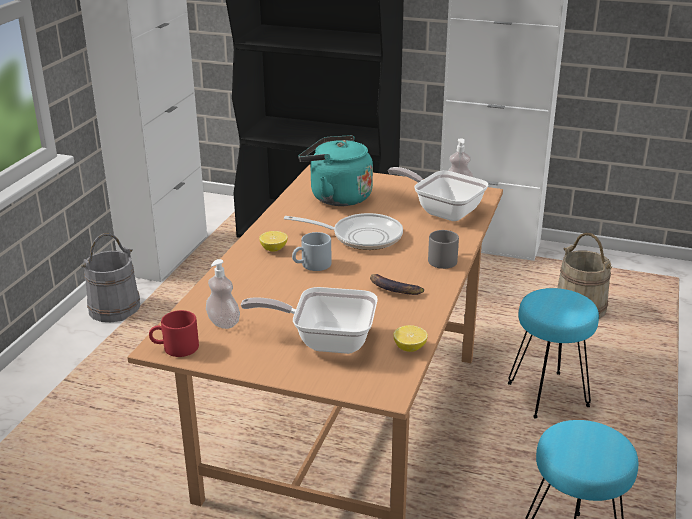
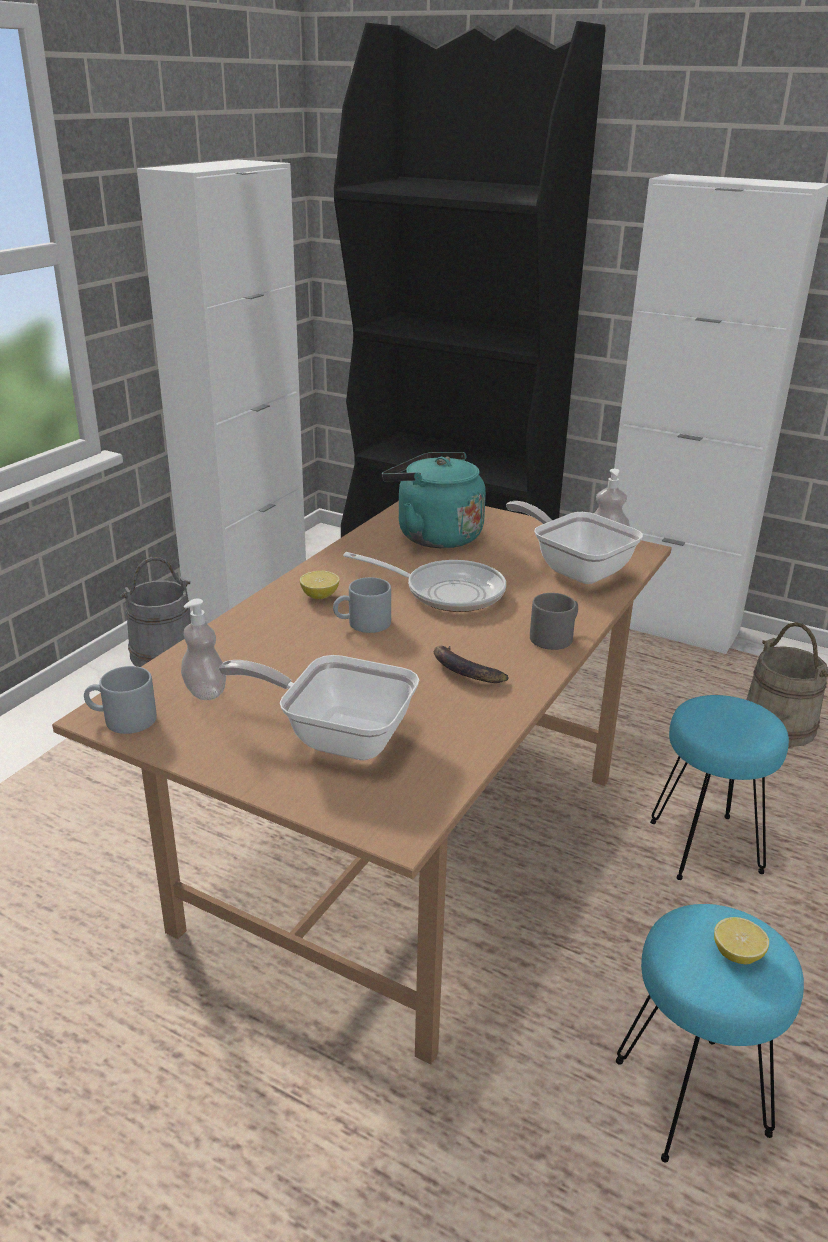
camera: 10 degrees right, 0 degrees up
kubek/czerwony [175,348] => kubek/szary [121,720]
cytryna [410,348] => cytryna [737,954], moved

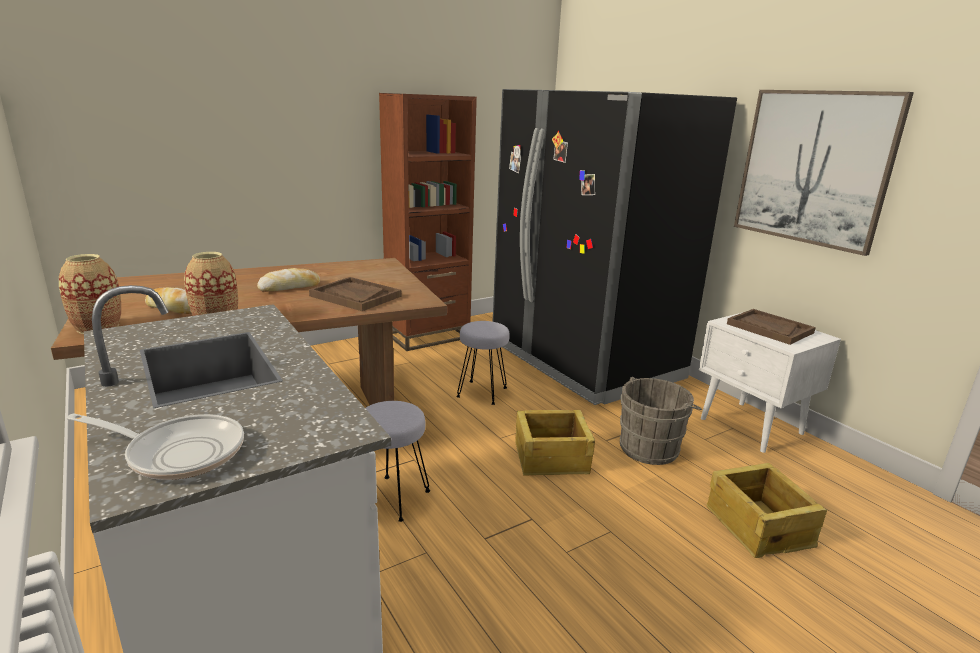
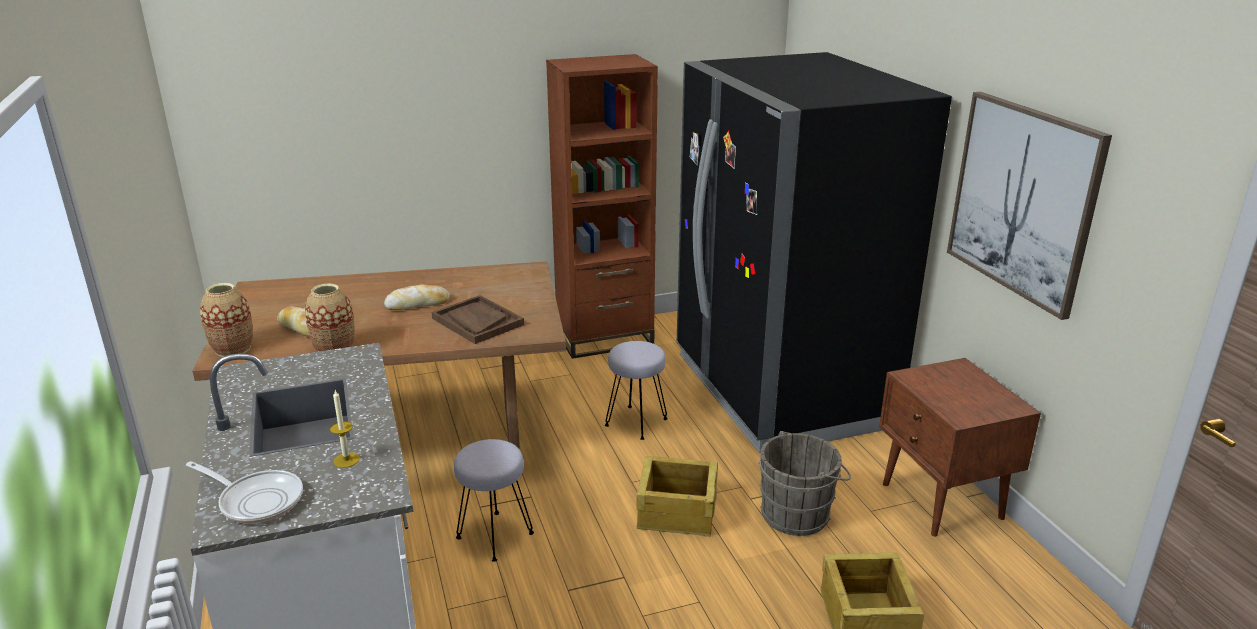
camera: 15 degrees right, 5 degrees up
nothing => świeca [346,460]
szafka nocna/biały [752,427] => szafka nocna/brązowy [942,502]
taca/brązowy [769,328] => nothing

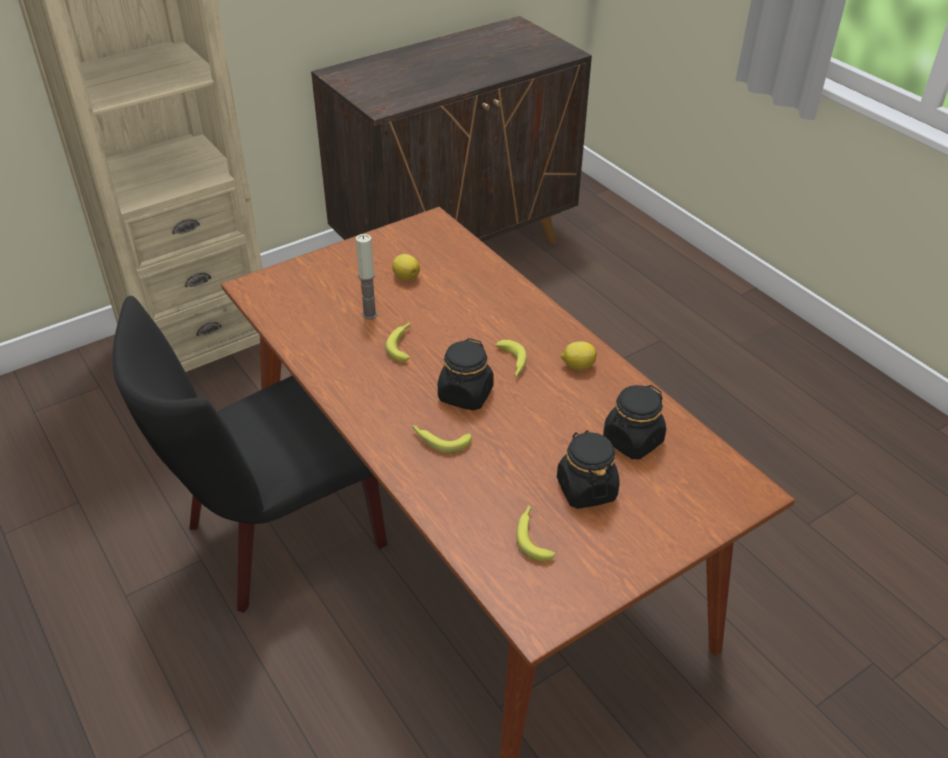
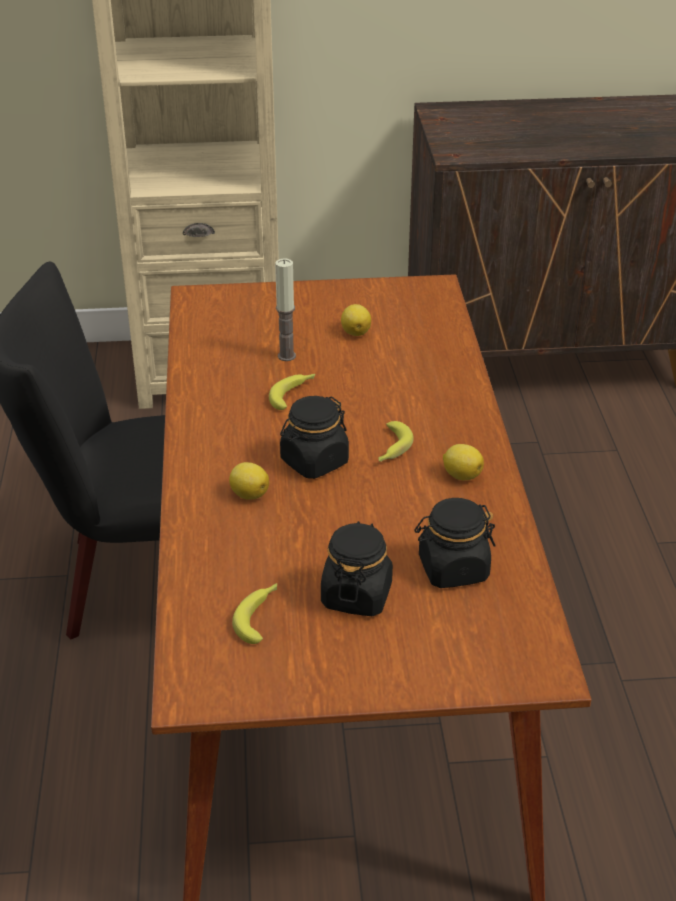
camera: 30 degrees right, 5 degrees down
banan [439,440] => cytryna [249,494]

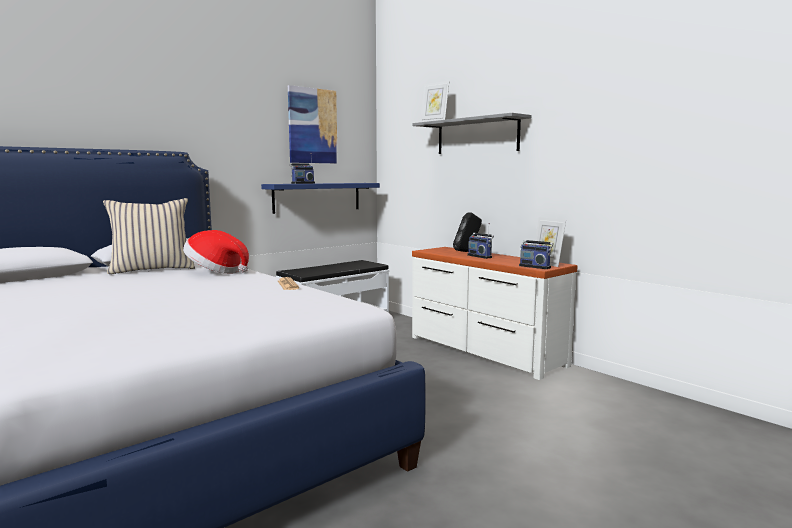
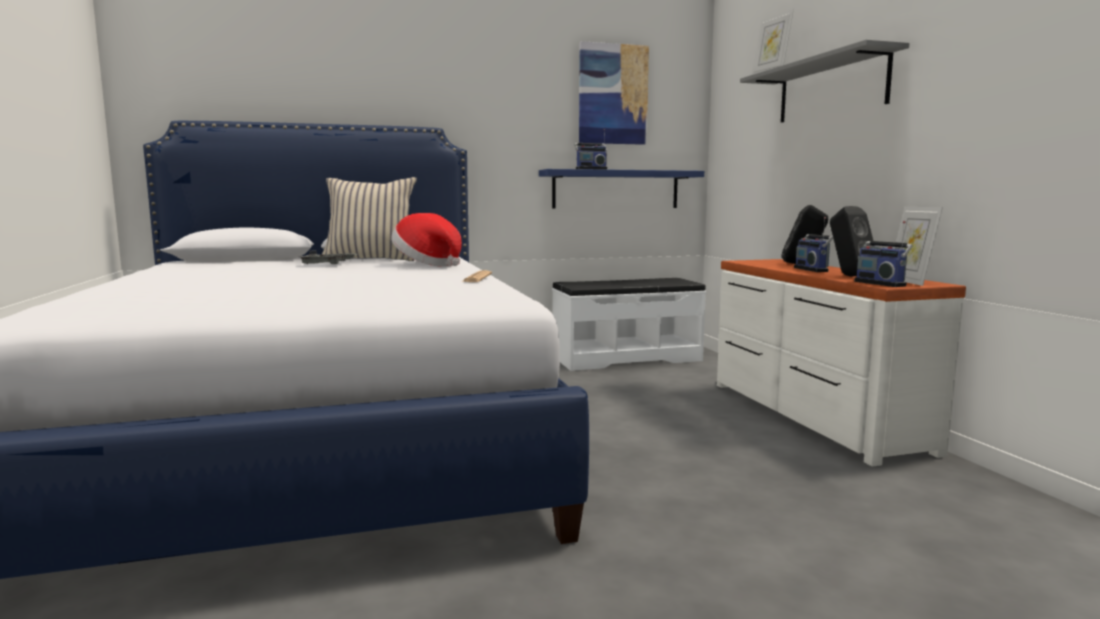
camera: 25 degrees right, 0 degrees up
nothing => taca/szary [327,265]
nothing => głośnik/czarny [848,276]

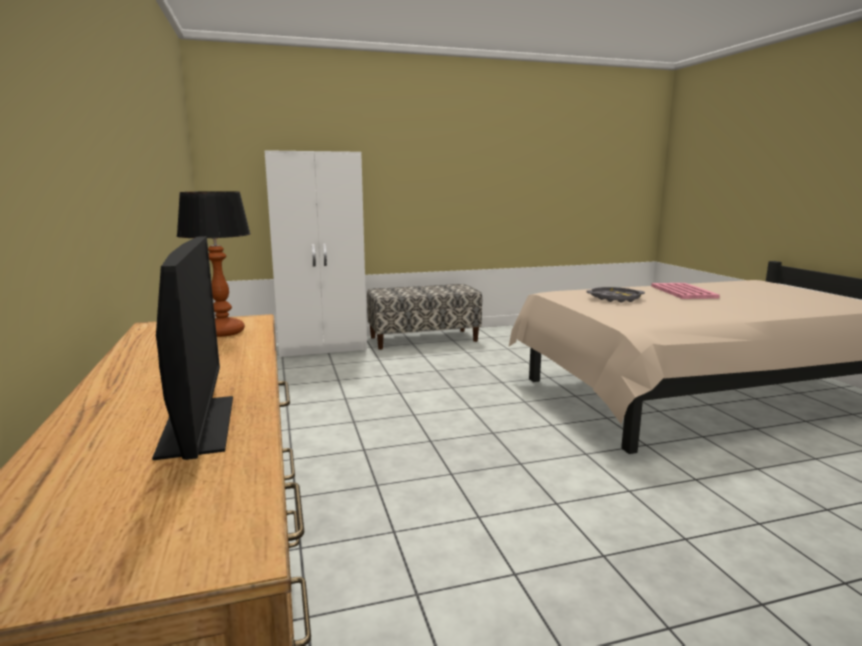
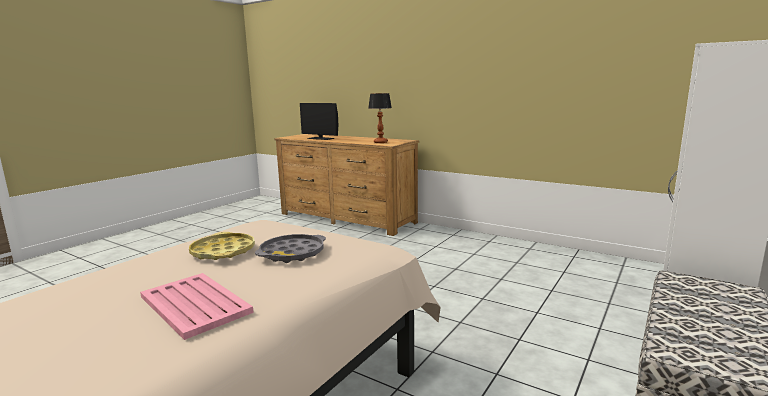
camera: 140 degrees right, 0 degrees up
nothing => taca/żółty [223,252]

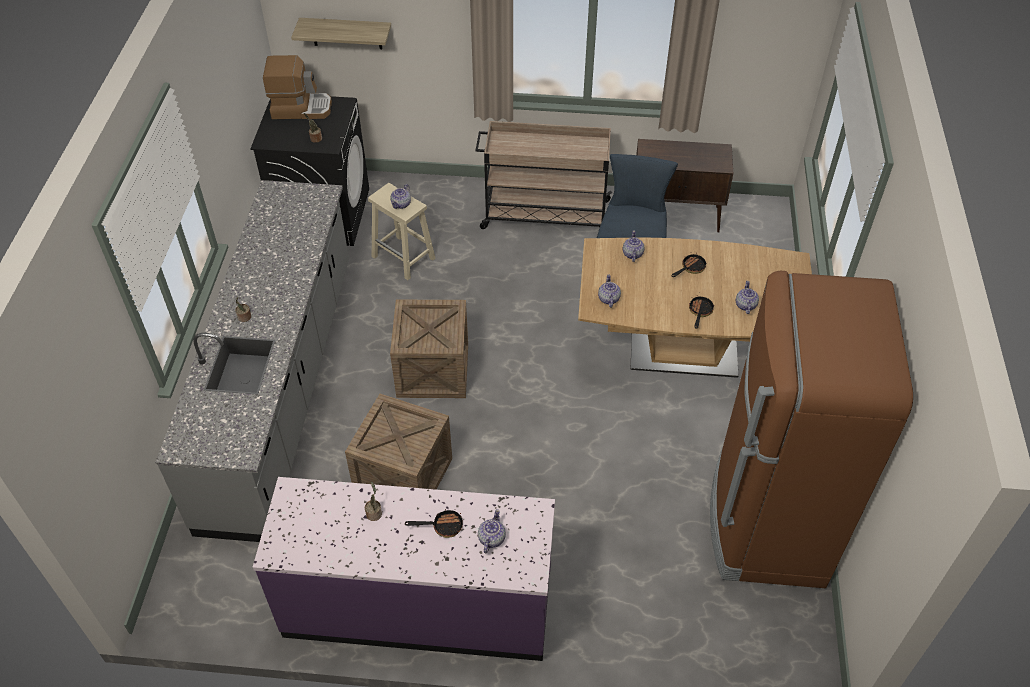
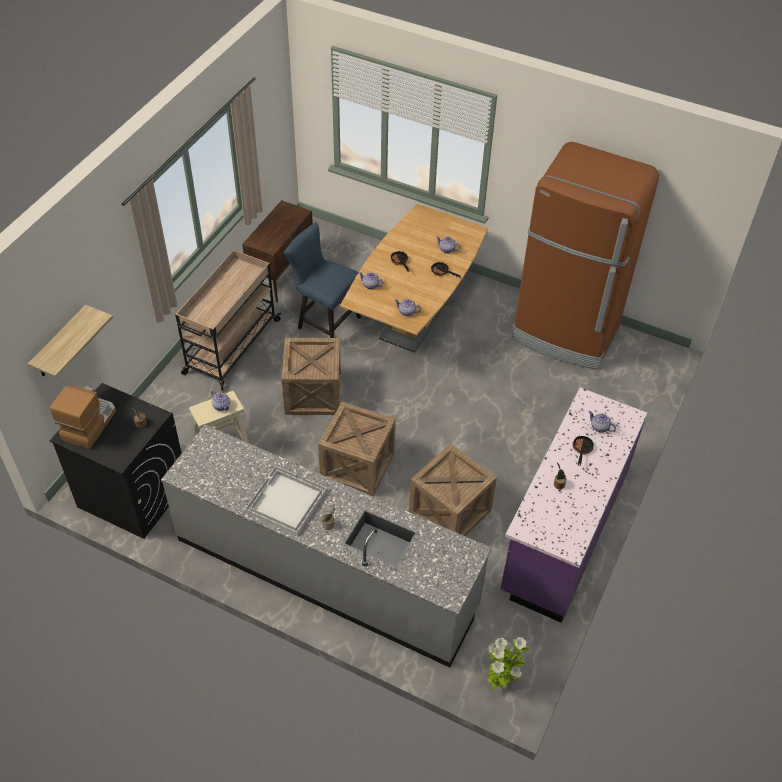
camera: 70 degrees left, 0 degrees up
nothing => taca/biały [285,501]
nothing => skrzynka [313,394]
nothing => roślina doniczkowa [500,682]

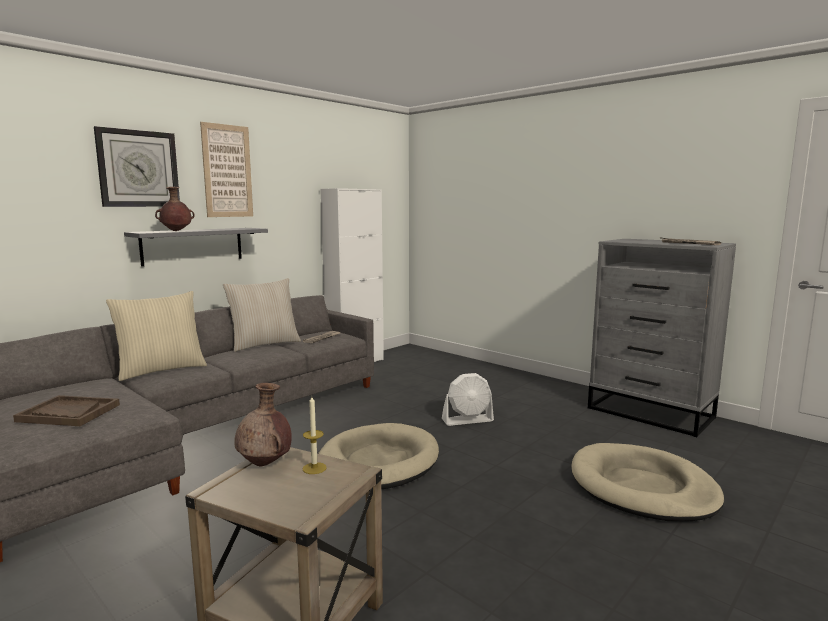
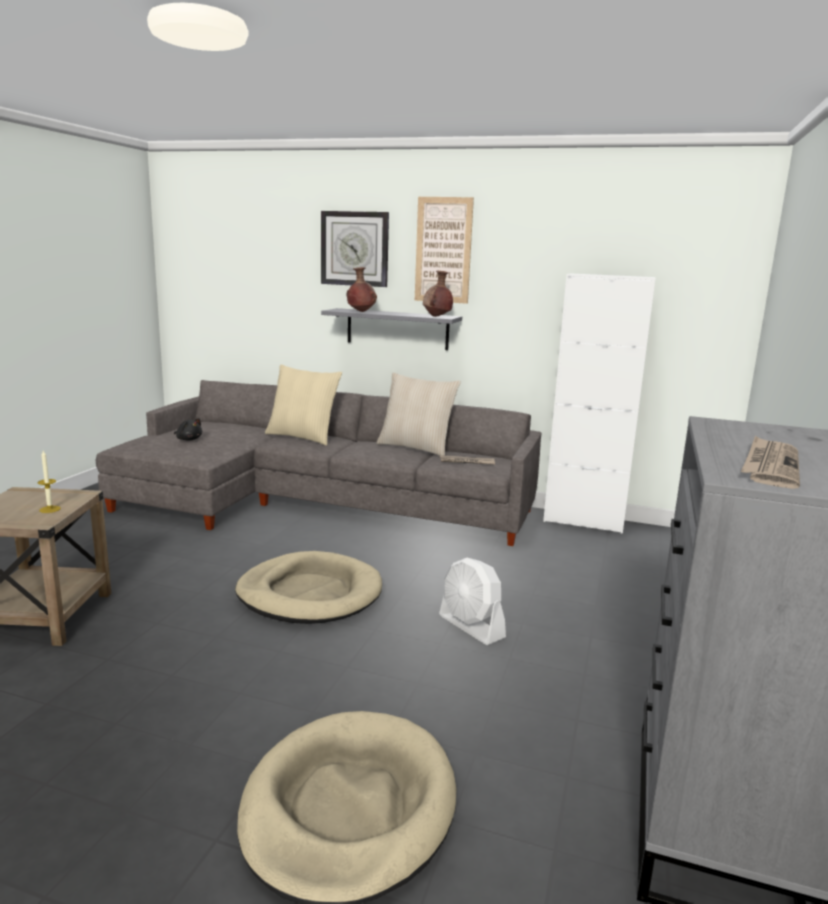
camera: 65 degrees right, 5 degrees up
taca/brązowy [68,413] => pluszak/czarny [188,439]
wazon/brązowy [265,463] => wazon/brązowy [437,316], moved

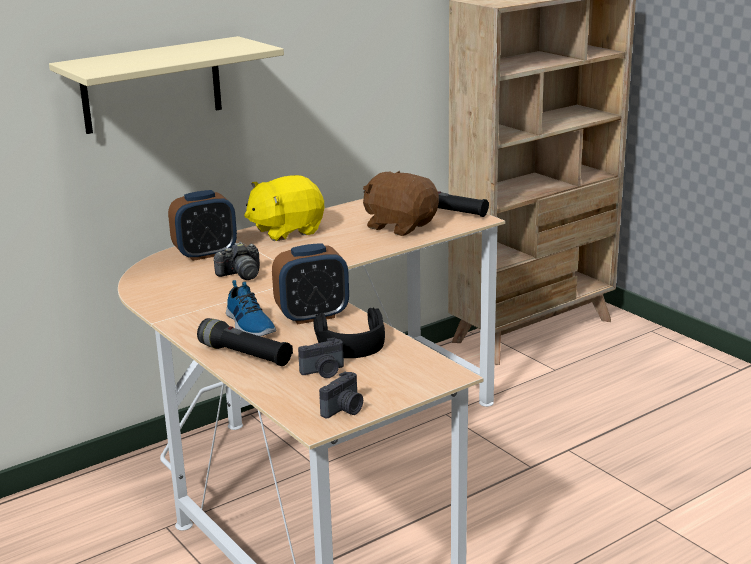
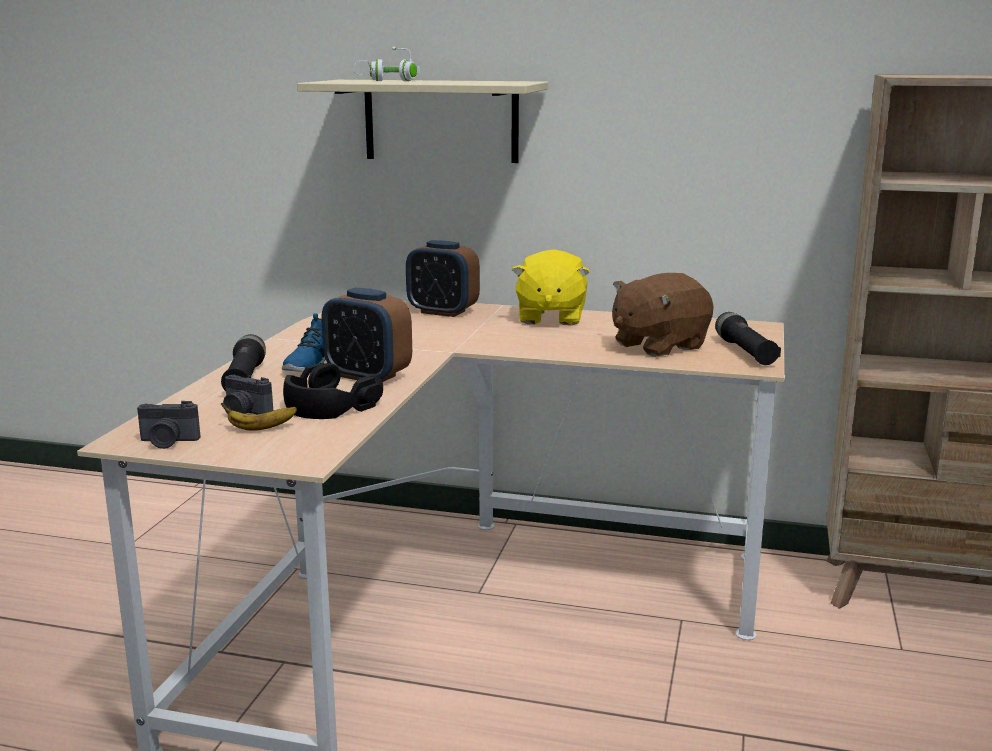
camera: 50 degrees right, 5 degrees down
nothing => banan [260,428]
nothing => słuchawki/biały [390,81]
pluszak/żółty [286,231] => pluszak/żółty [550,317], 105 degrees counterclockwise
pluszak/brązowy [400,226] => pluszak/brązowy [658,345], 120 degrees counterclockwise
aparat fotograficzny [241,274] => nothing

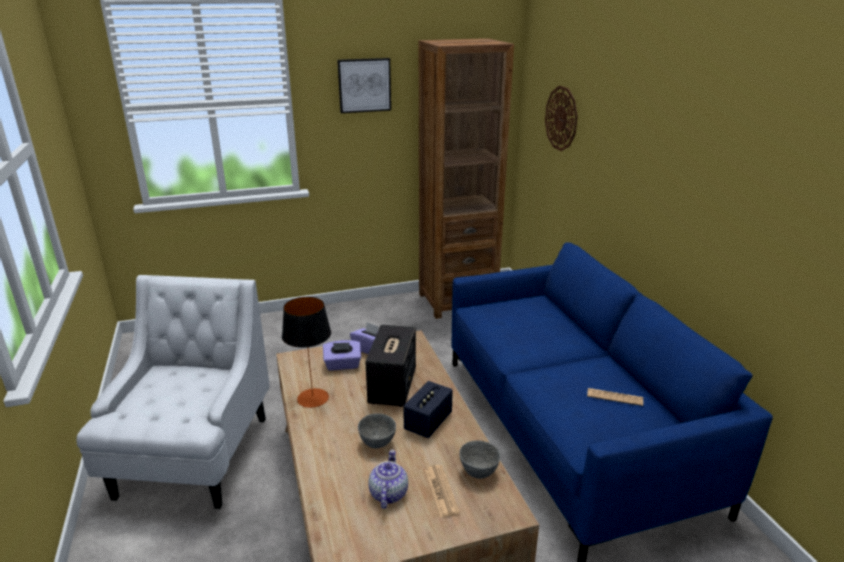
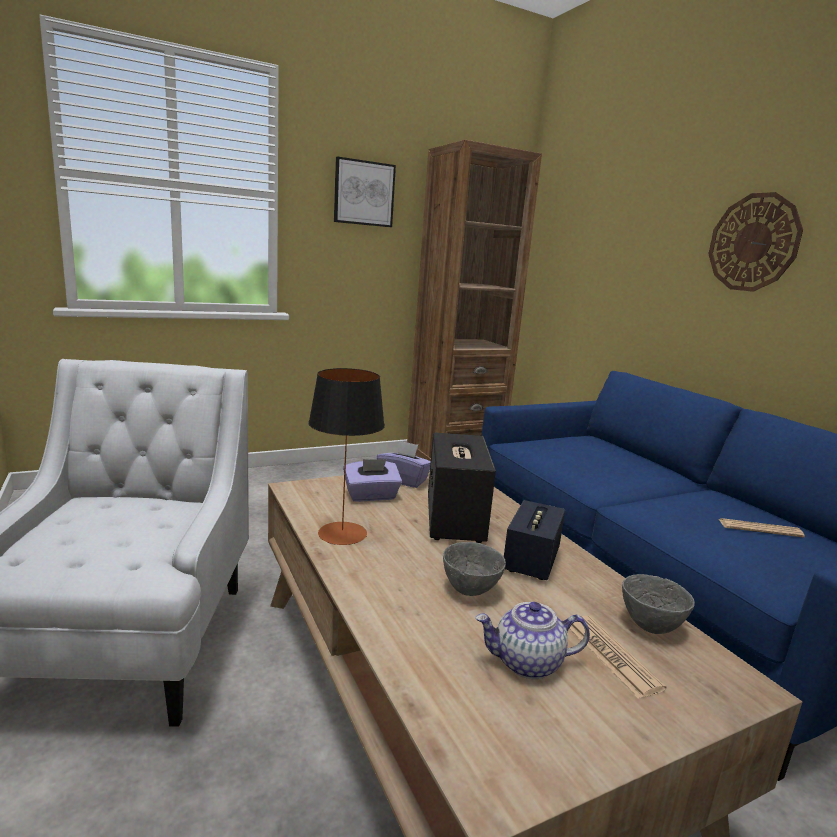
camera: 10 degrees left, 10 degrees down
imbryk [388,493] => imbryk [527,663], 90 degrees counterclockwise
zegar ścienny [561,118] => zegar ścienny [753,242], moved

